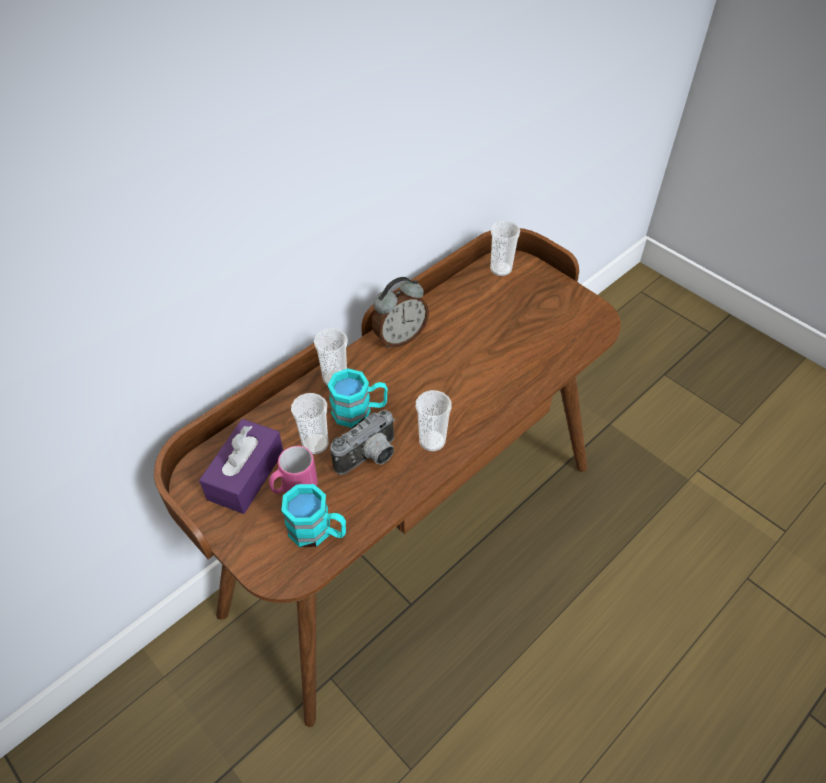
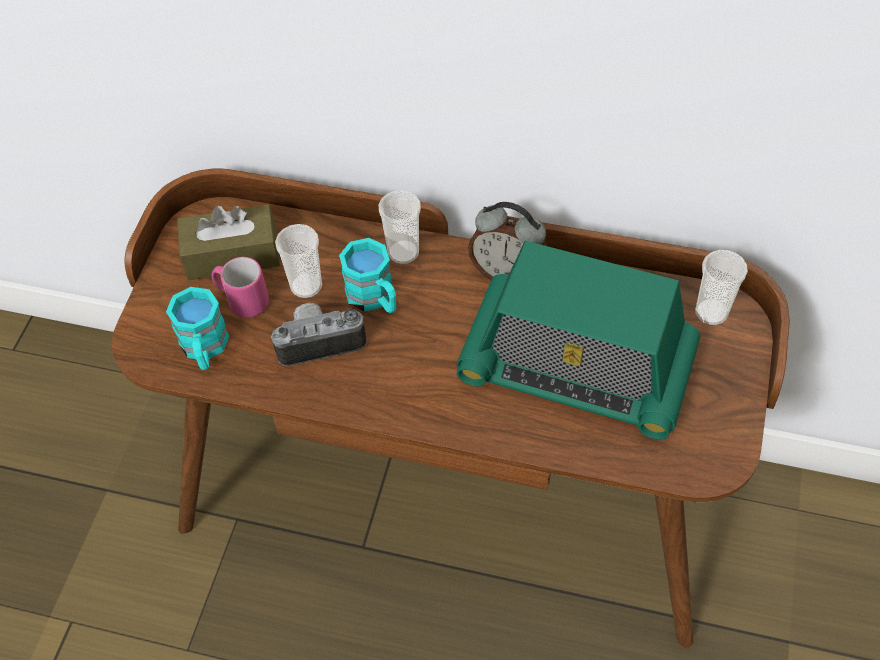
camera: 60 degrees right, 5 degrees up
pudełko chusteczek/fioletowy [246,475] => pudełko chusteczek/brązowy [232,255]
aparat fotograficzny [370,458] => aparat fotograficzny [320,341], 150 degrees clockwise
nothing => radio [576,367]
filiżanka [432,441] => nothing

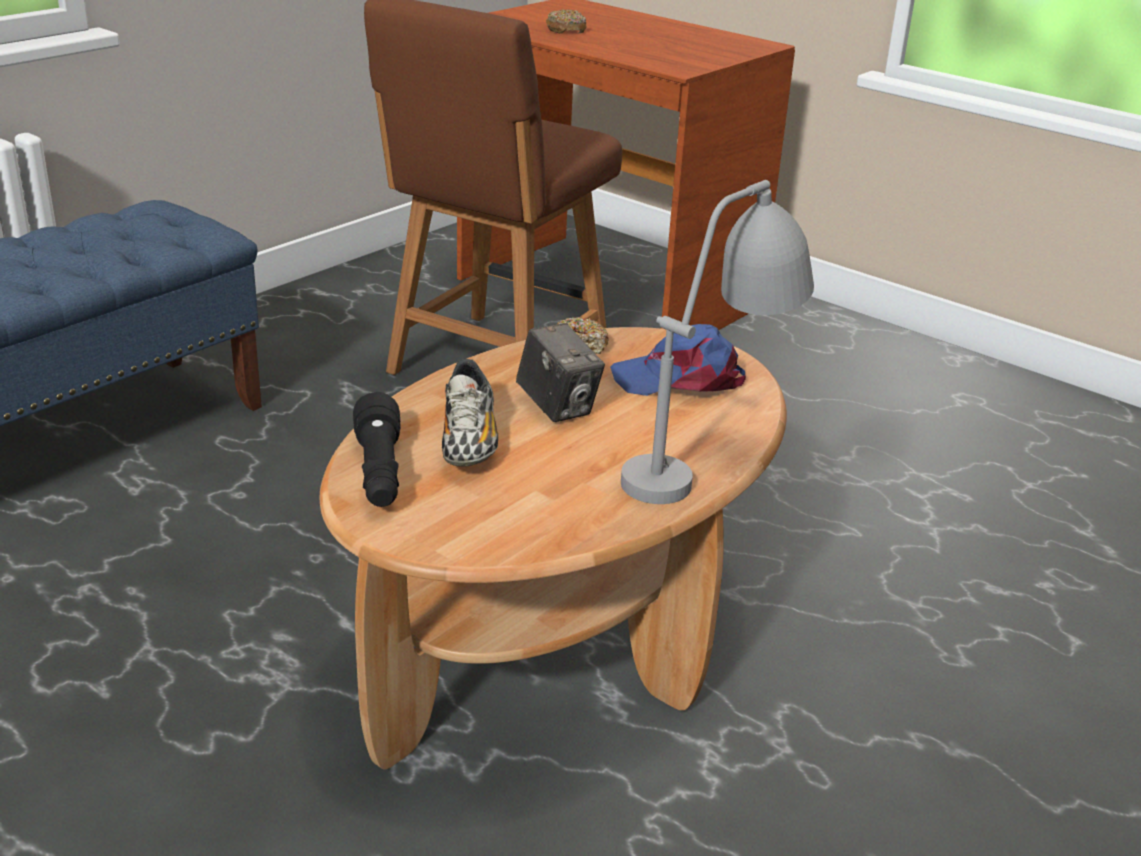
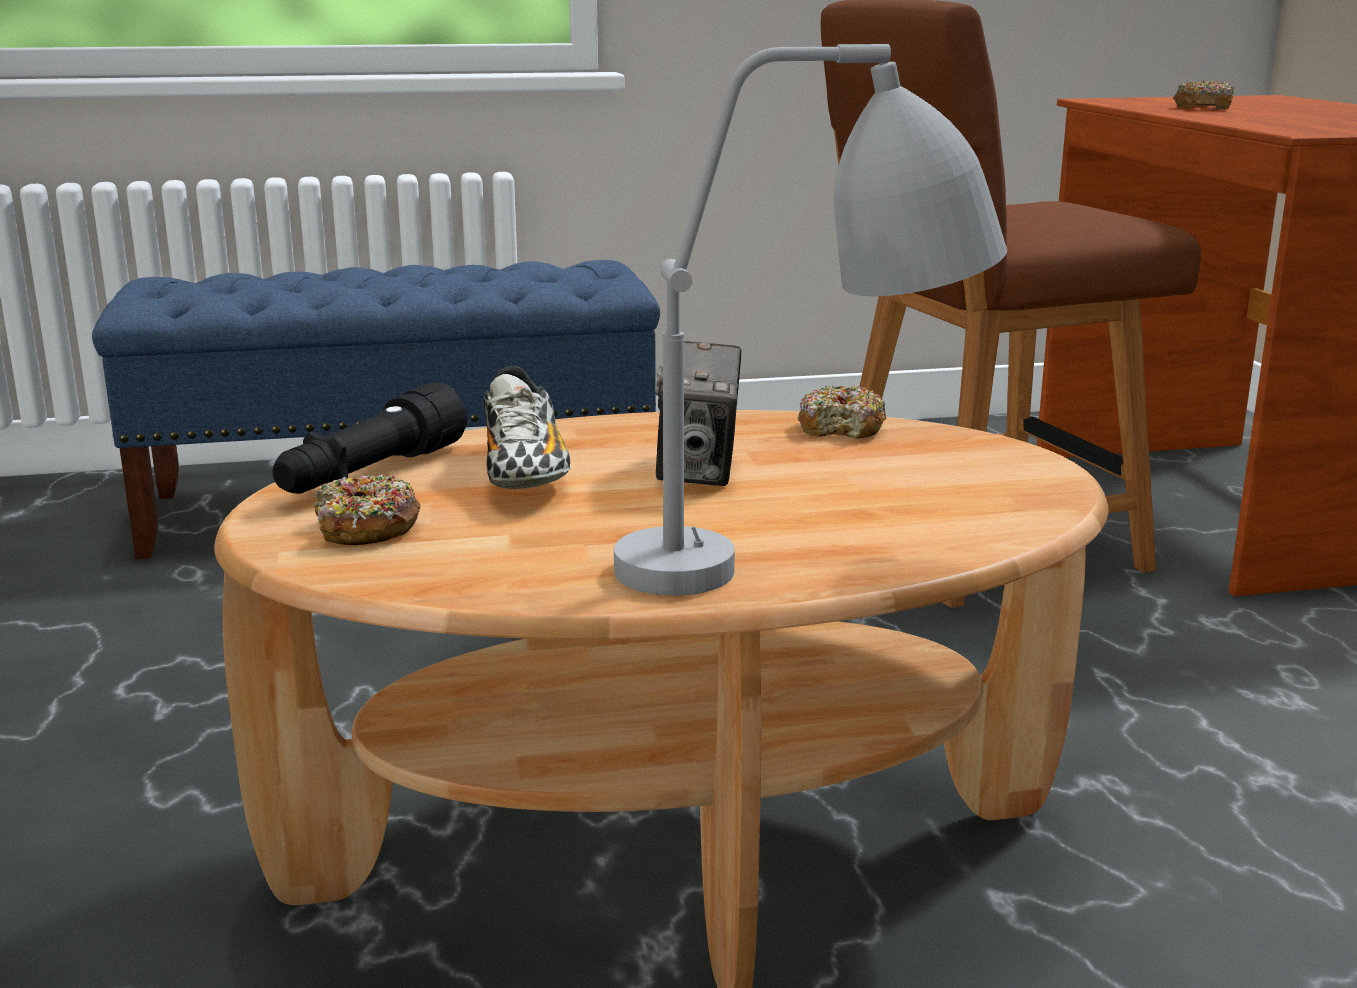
camera: 40 degrees right, 10 degrees down
nothing => donut [366,528]
but [469,441] => but [524,474], 45 degrees counterclockwise
czapka z daszkiem/niebieski [680,379] => nothing

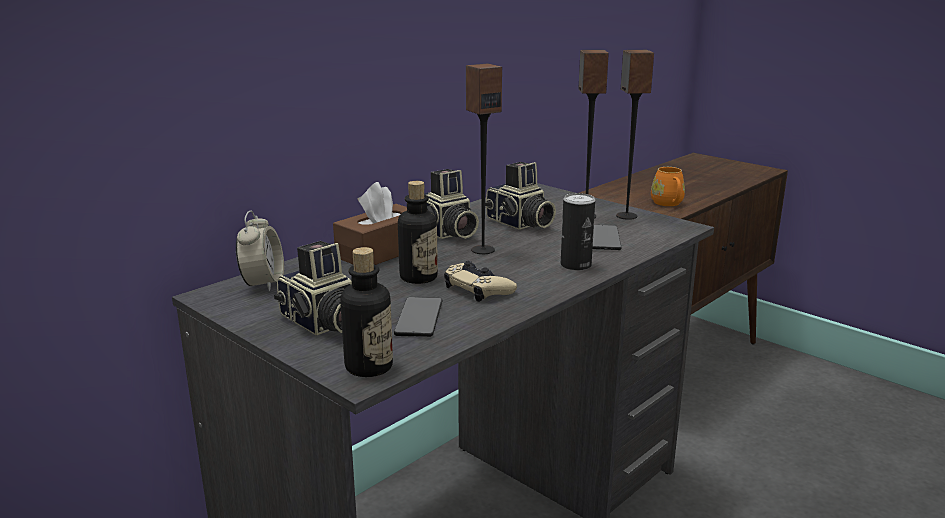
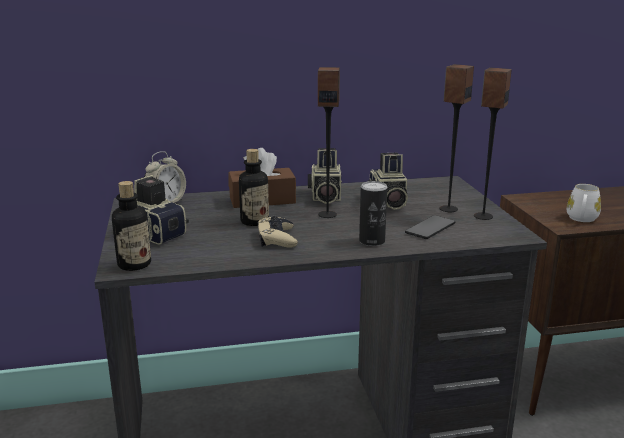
camera: 35 degrees right, 0 degrees up
aparat fotograficzny [322,324] => aparat fotograficzny [154,233], 135 degrees clockwise
kubek/pomarańczowy [668,204] => kubek/biały [581,219]
telefon [419,318] => nothing

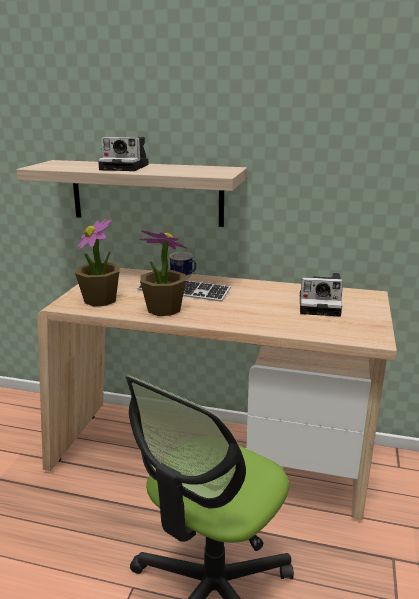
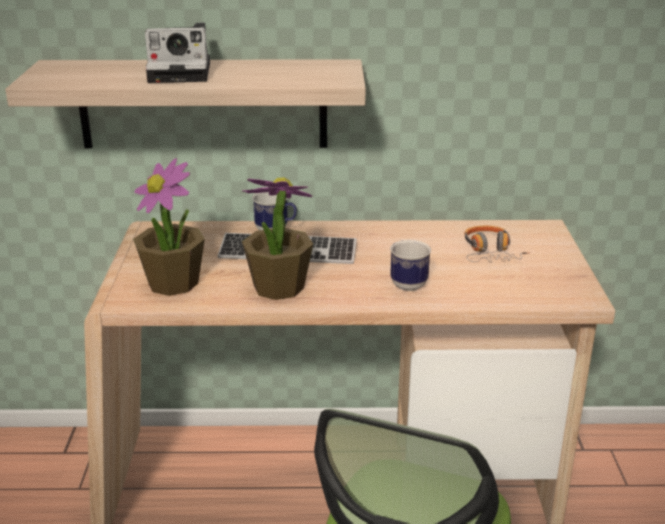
camera: 15 degrees left, 5 degrees up
nothing => kubek [407,282]
aparat fotograficzny [321,305] => słuchawki [490,253]

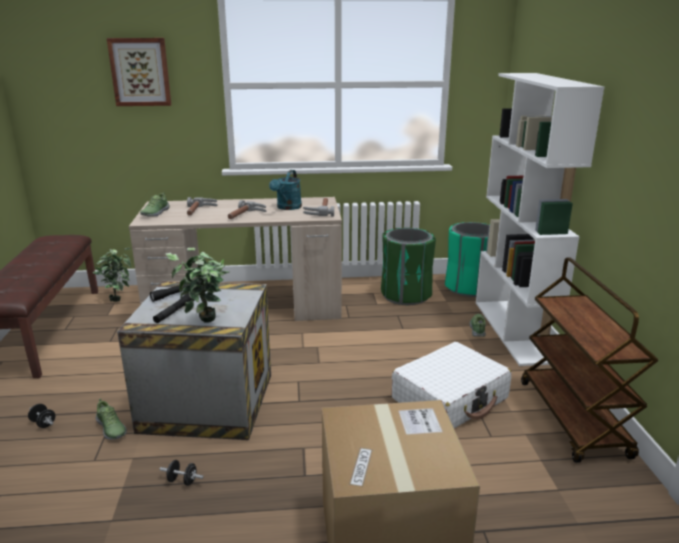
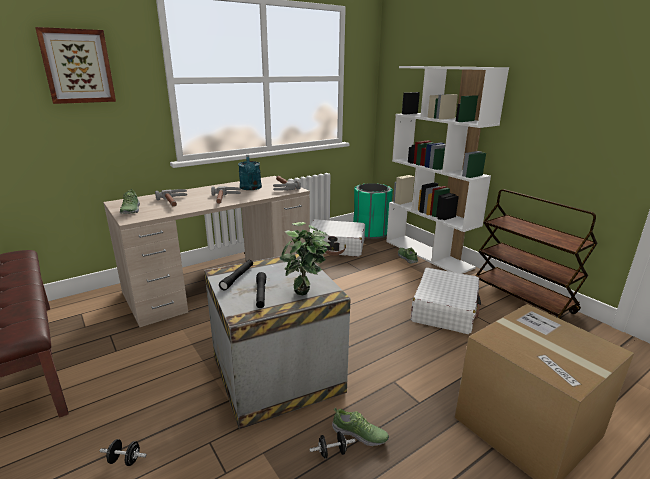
camera: 30 degrees left, 0 degrees up
kosz na śmieci/zielony [406,295] => walizka/biały [336,246]
but [111,429] => but [360,434], moved
roślina doniczkowa [118,298] => nothing

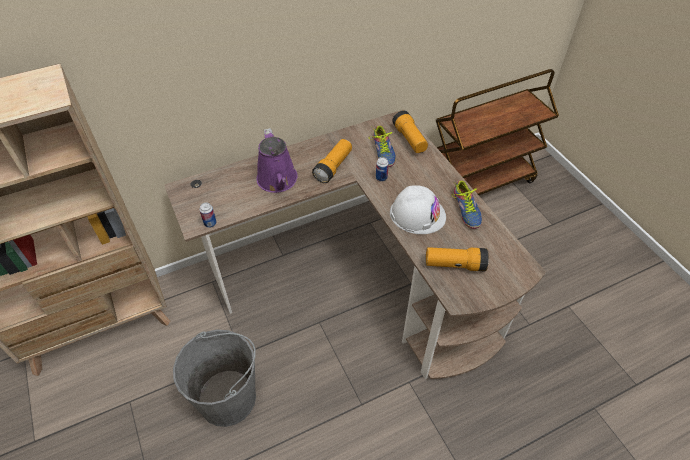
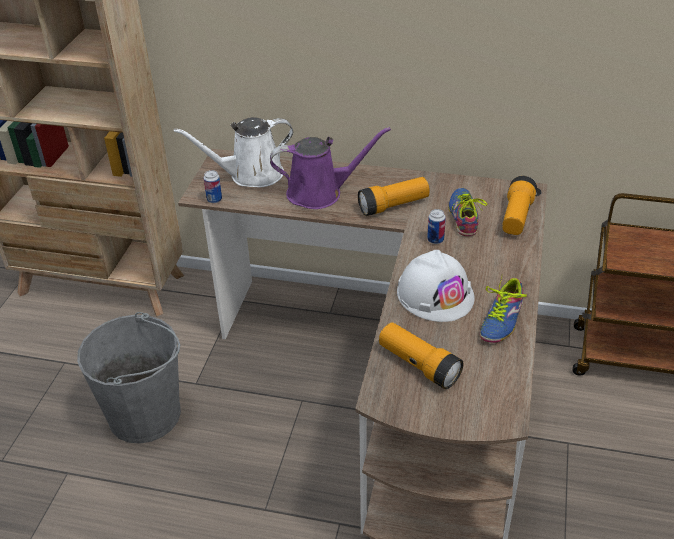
camera: 40 degrees right, 10 degrees down
nothing => konewka/biały [251,175]
konewka/fioletowy [278,181] => konewka/fioletowy [320,193], 120 degrees counterclockwise
but [381,152] => but [466,216], 150 degrees clockwise

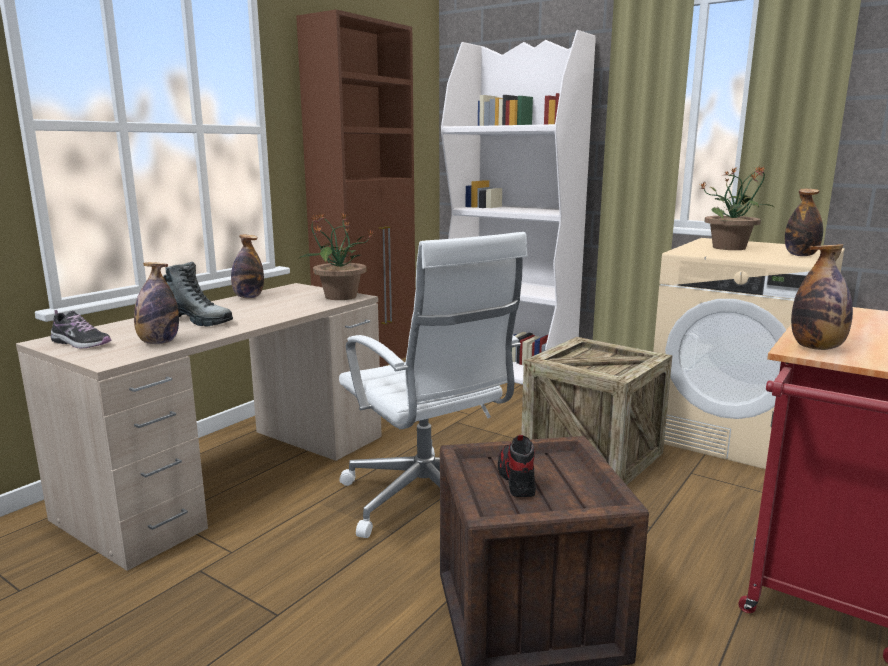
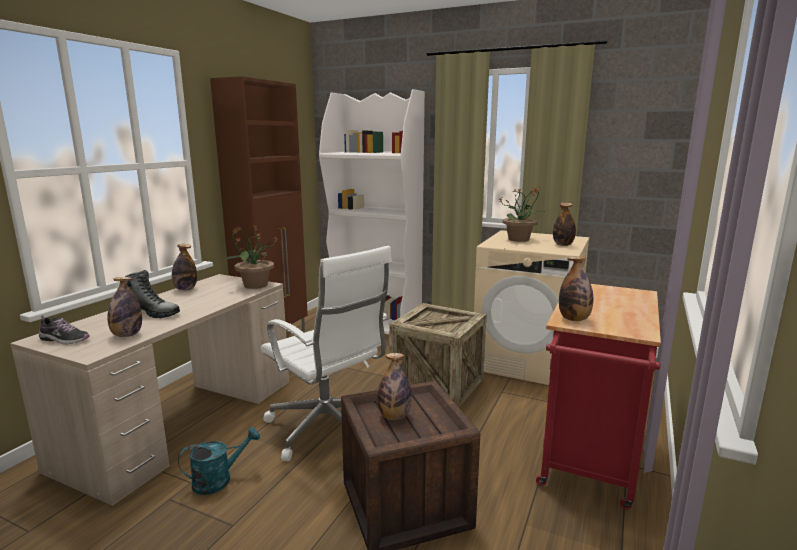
camera: 10 degrees left, 0 degrees up
nothing => konewka/turkusowy [219,480]
but [516,479] => butelka [394,416]

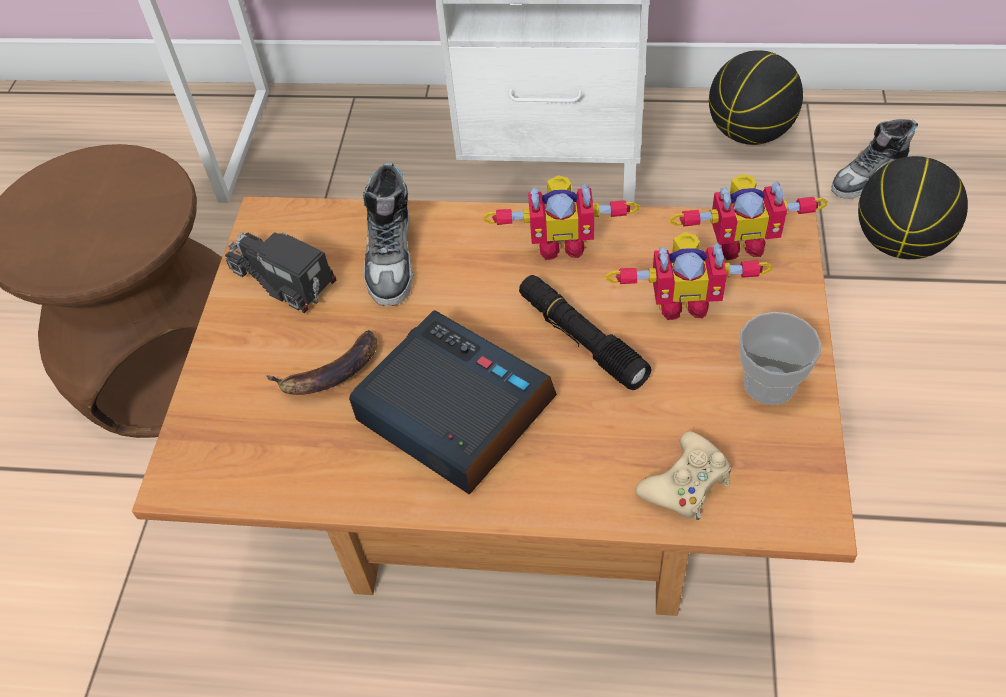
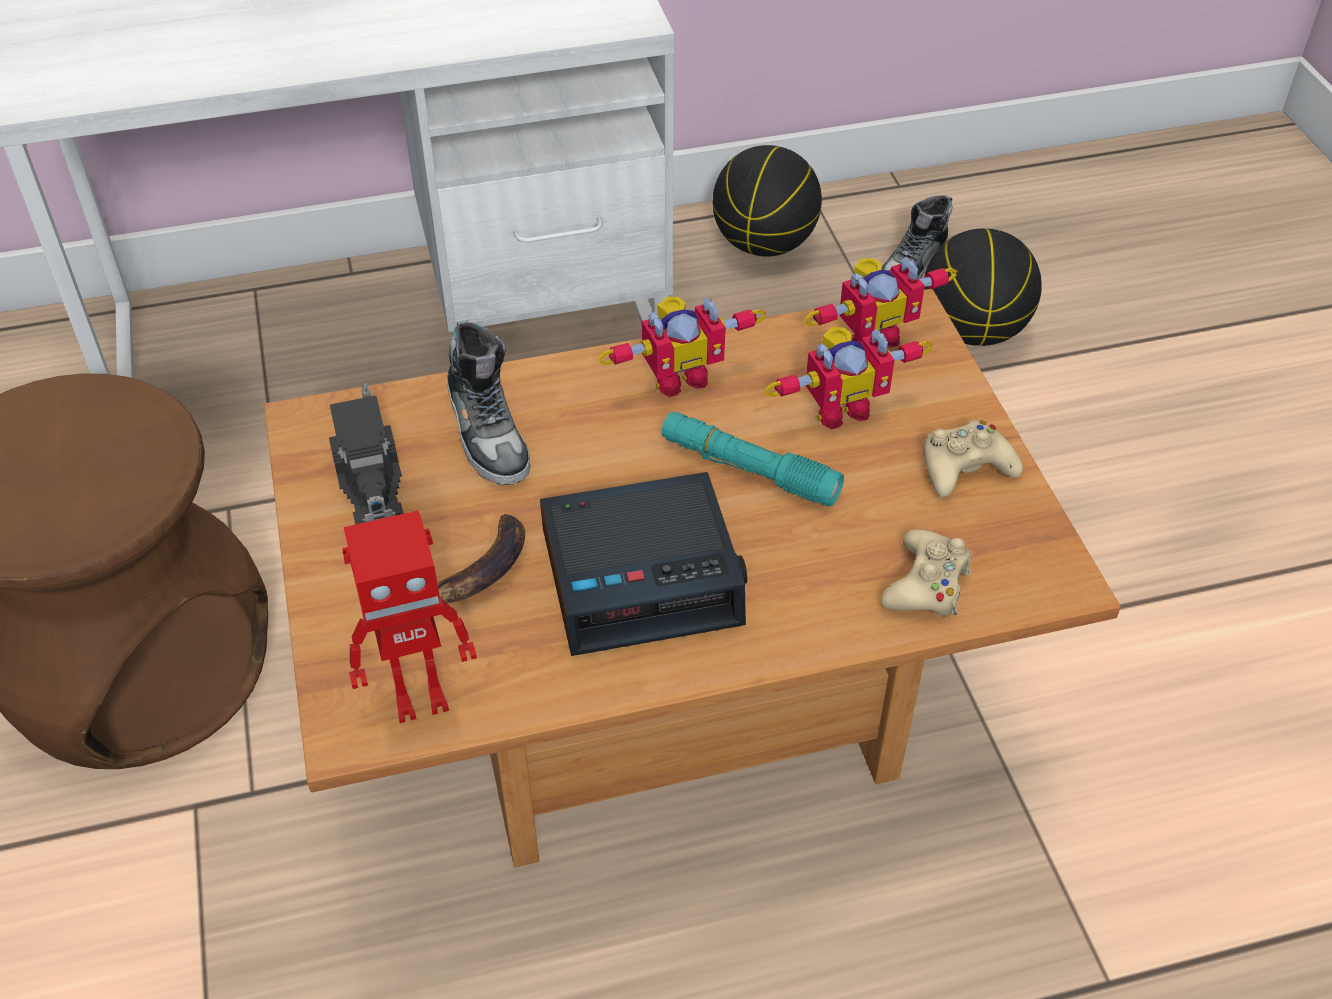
camera: 25 degrees left, 5 degrees down
ciężarówka zabawkowa [286,281] => ciężarówka zabawkowa [371,486], 120 degrees counterclockwise
nothing => robot zabawkowy [420,698]
budzik [453,411] => budzik [643,576], 150 degrees clockwise
latarka/czarny [581,339] => latarka/turkusowy [749,469]
filiżanka [769,384] => pad do gier/beżowy [965,468]

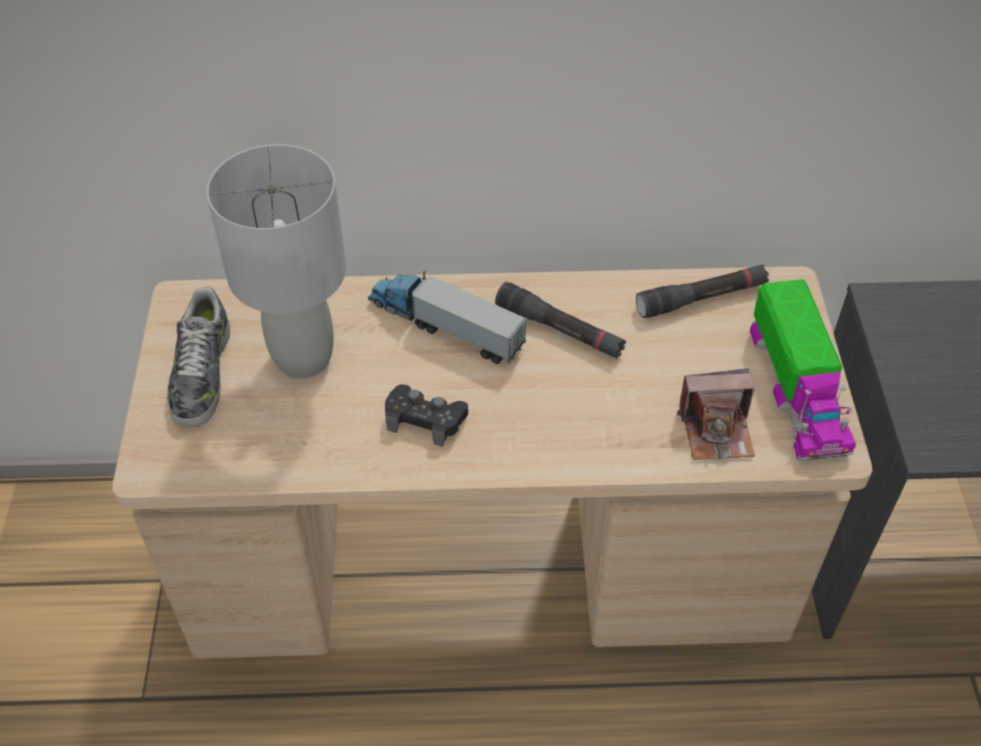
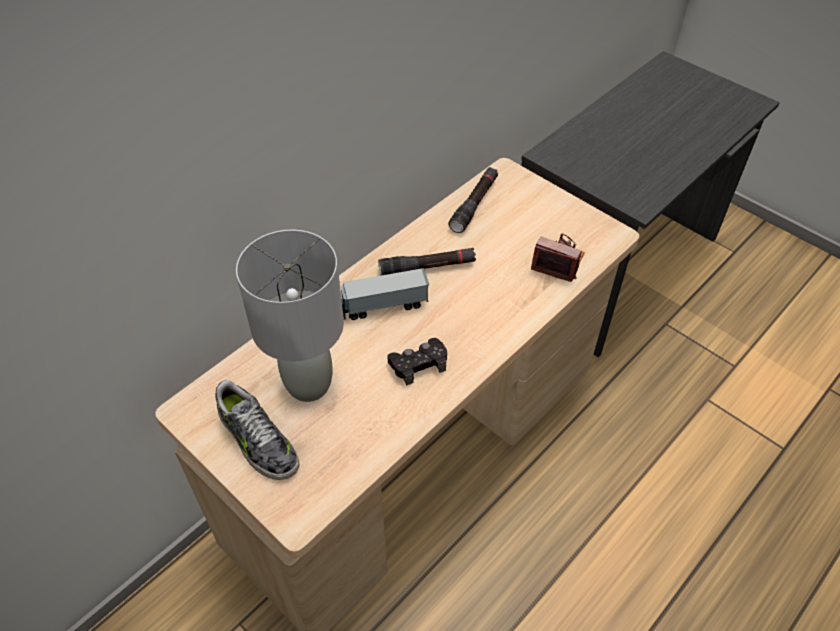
camera: 45 degrees left, 0 degrees up
aparat fotograficzny [716,430] => aparat fotograficzny [557,263], 105 degrees counterclockwise
ciężarówka zabawkowa [796,389] => nothing

